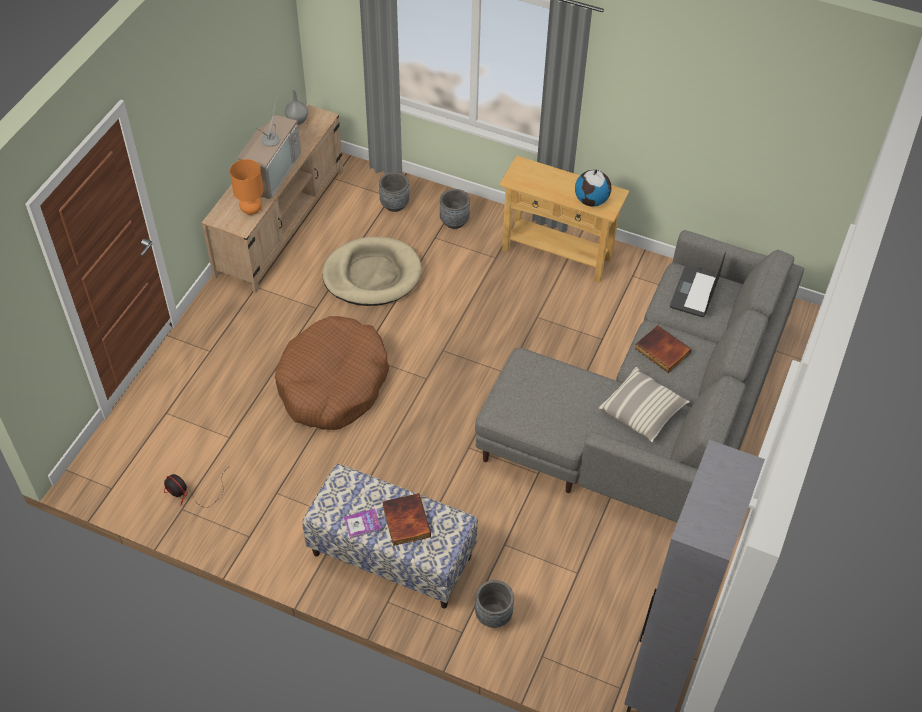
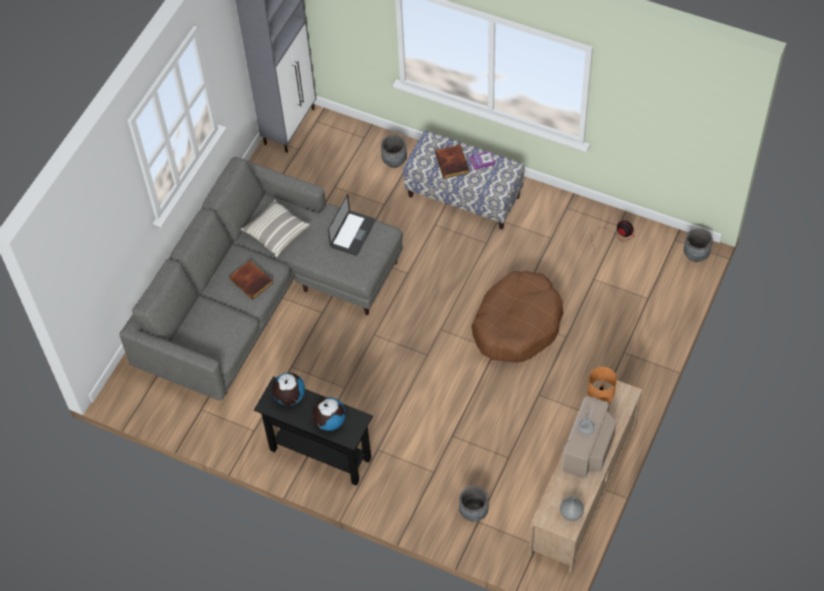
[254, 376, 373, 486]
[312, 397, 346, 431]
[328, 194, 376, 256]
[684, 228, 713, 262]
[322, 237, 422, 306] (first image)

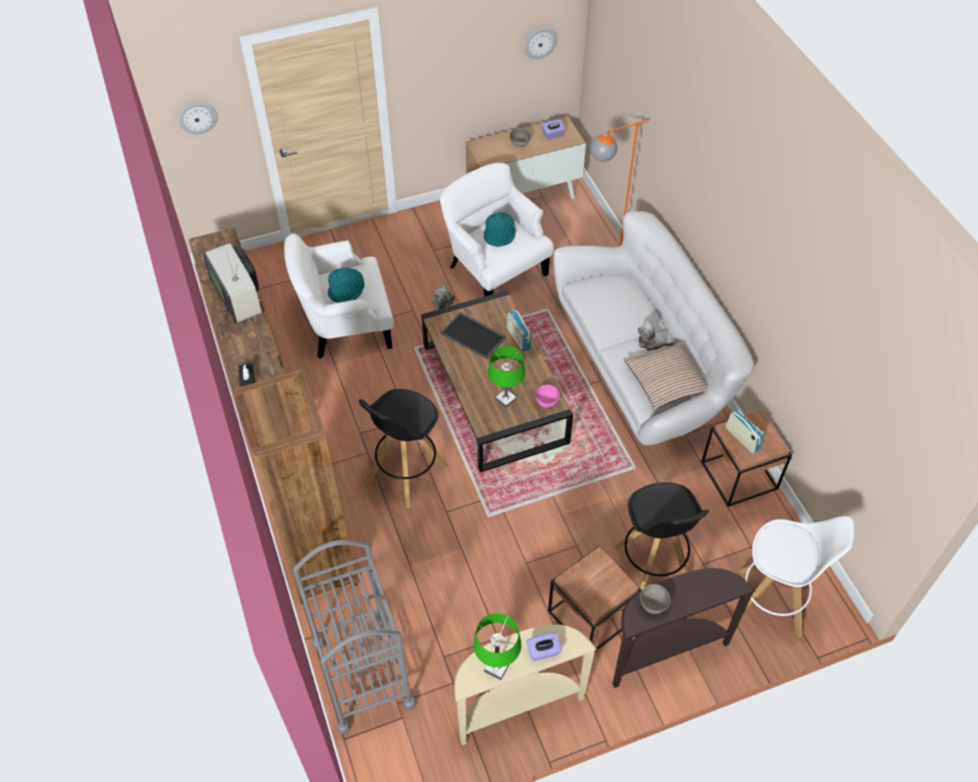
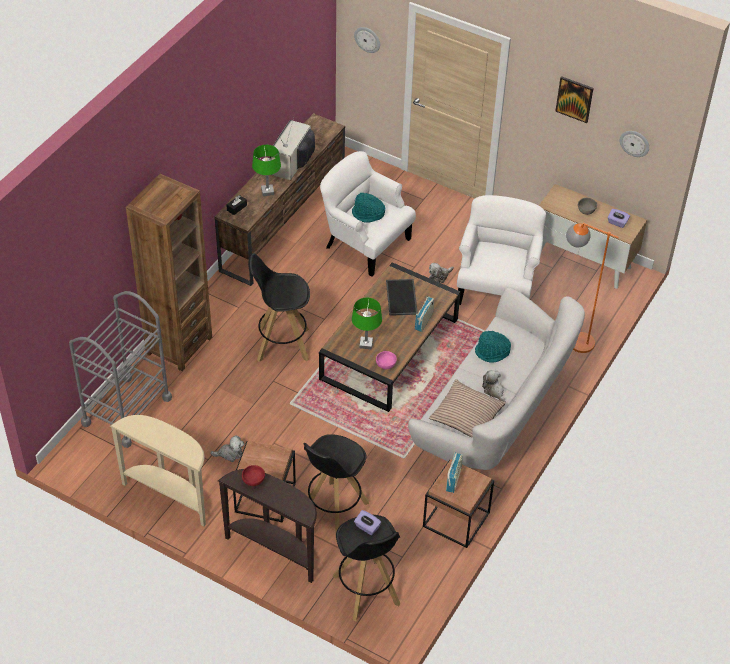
[210, 435, 244, 462]
[242, 465, 265, 486]
[252, 145, 281, 196]
[333, 515, 400, 621]
[354, 510, 381, 535]
[475, 331, 511, 363]
[555, 76, 593, 123]

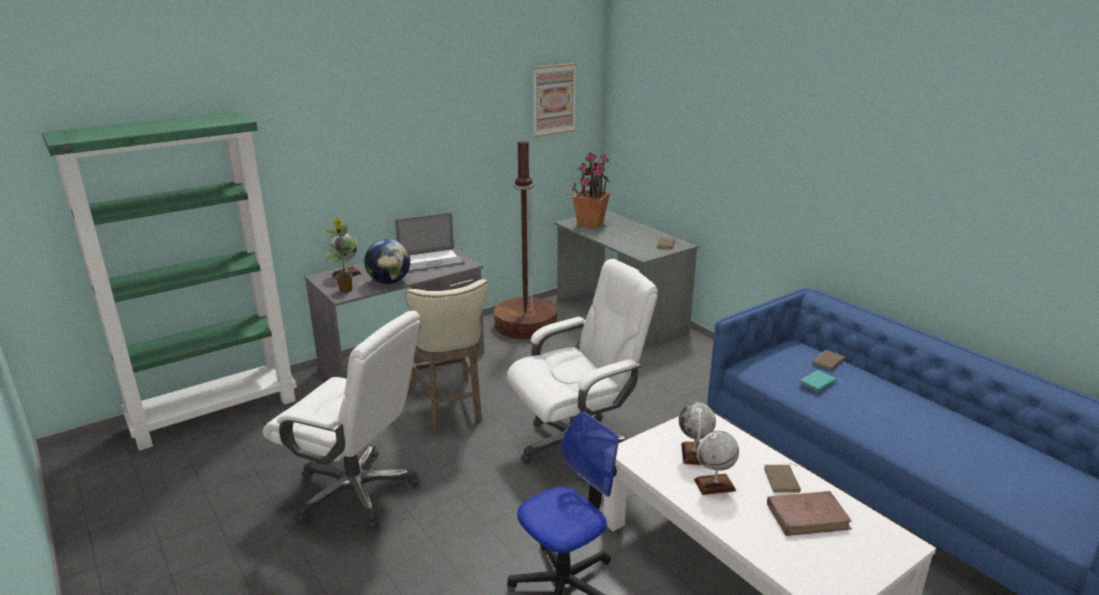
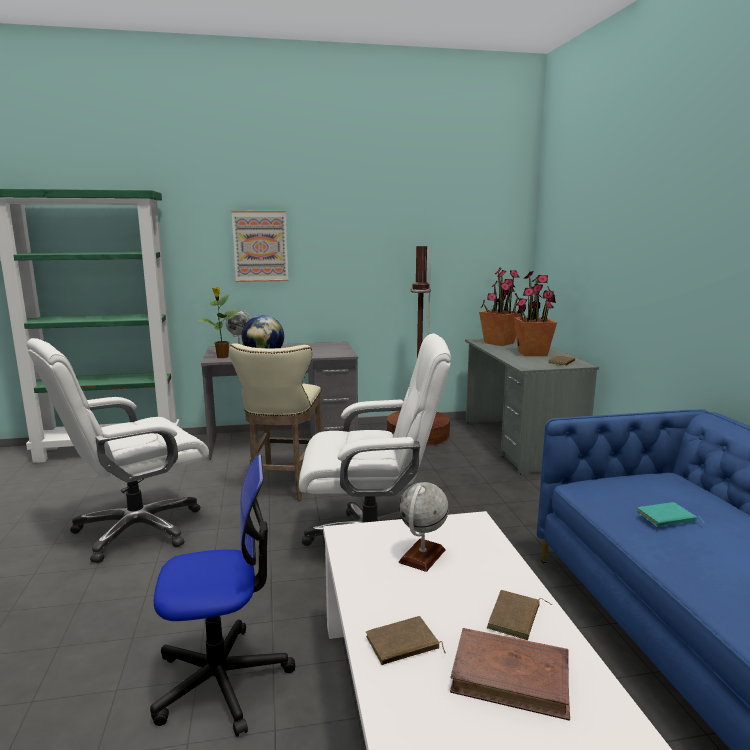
[27, 338, 209, 563]
[232, 211, 288, 282]
[366, 616, 446, 665]
[514, 271, 557, 356]
[395, 212, 465, 272] (first image)
[694, 431, 739, 495] (first image)

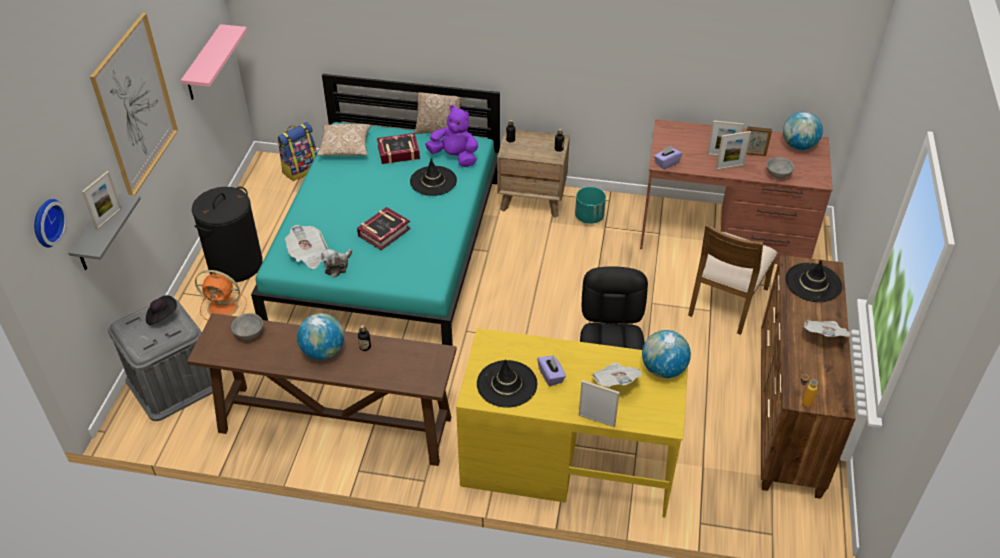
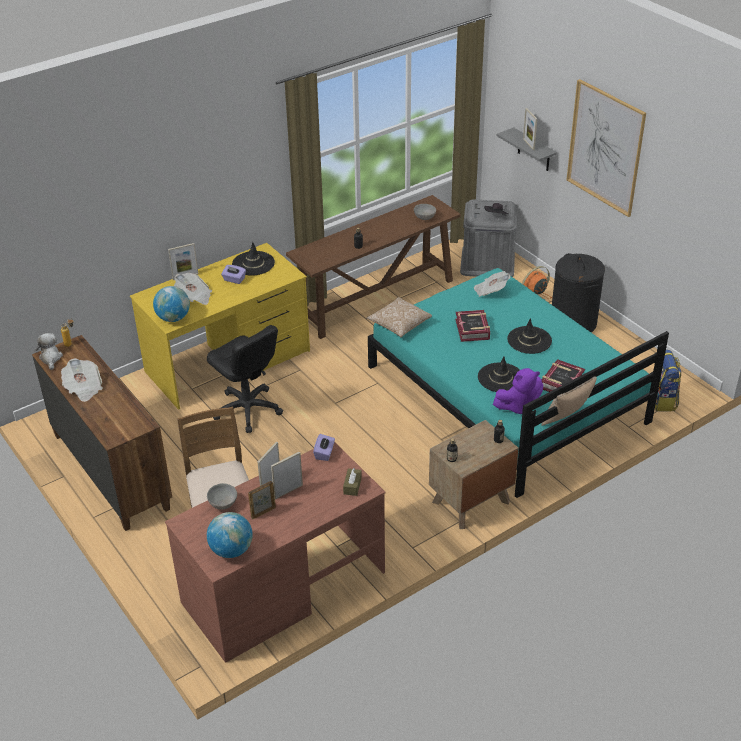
[35, 333, 63, 370]
[343, 468, 362, 496]
[366, 297, 432, 337]
[507, 318, 552, 354]
[34, 199, 67, 248] (first image)
[181, 24, 247, 100] (first image)
[297, 313, 344, 360] (first image)
[575, 187, 606, 224] (first image)

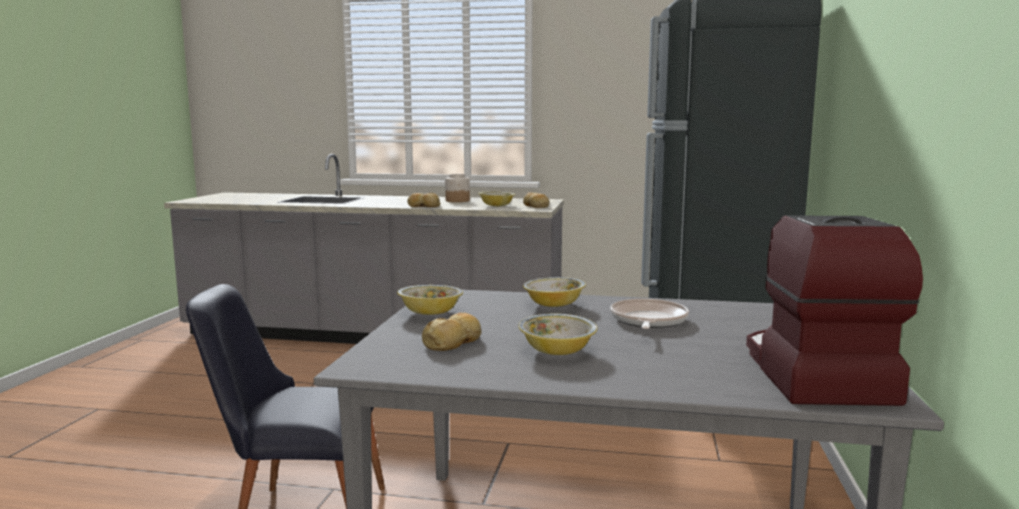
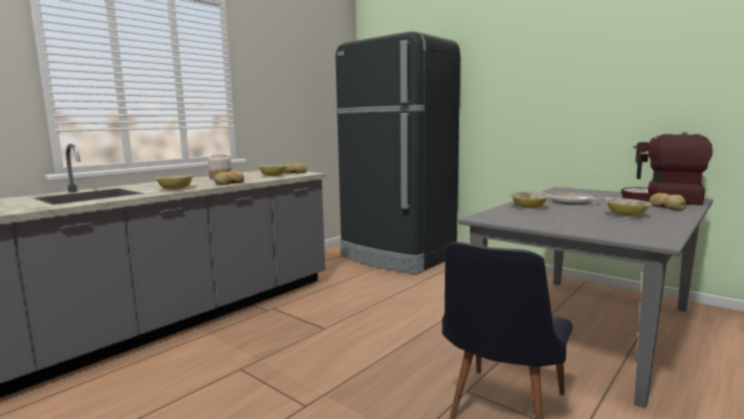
[154, 175, 194, 190]
[649, 193, 687, 210]

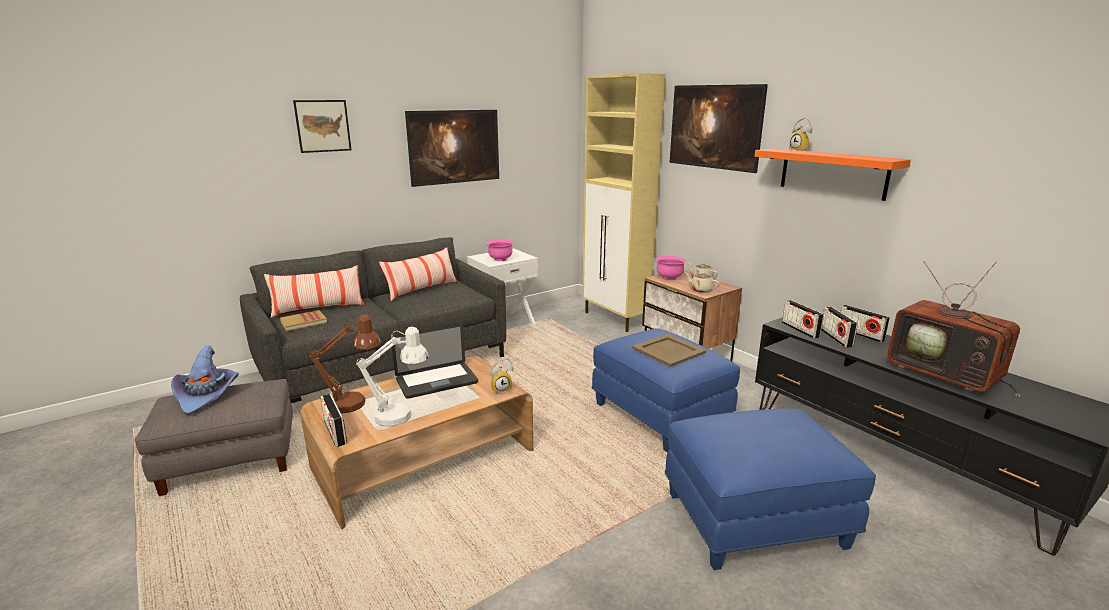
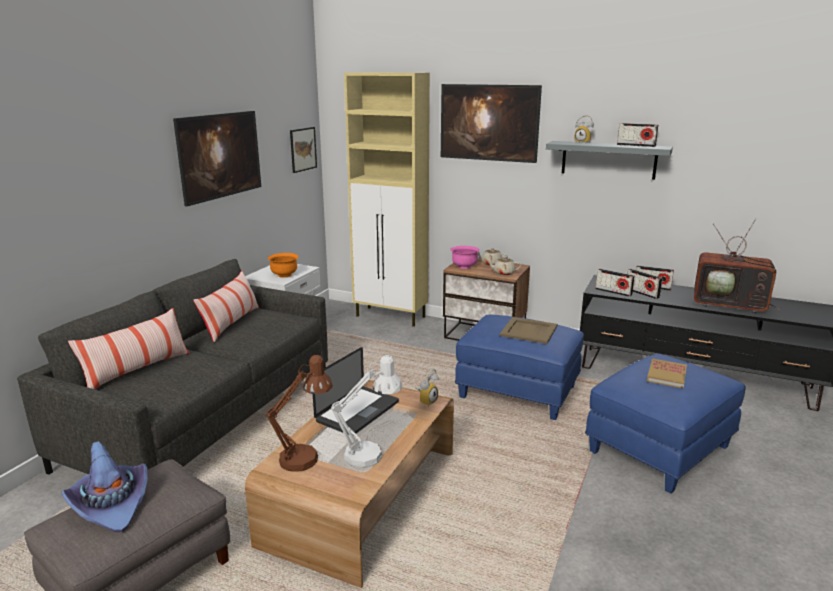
[268, 253, 299, 278]
[290, 127, 317, 173]
[546, 141, 673, 180]
[617, 123, 658, 147]
[647, 359, 687, 389]

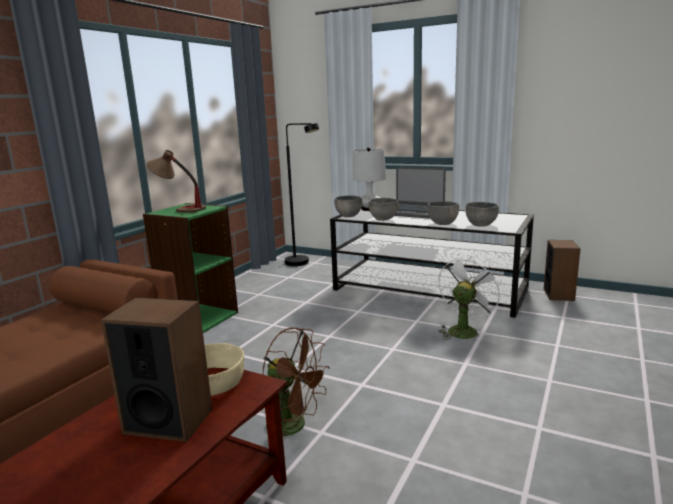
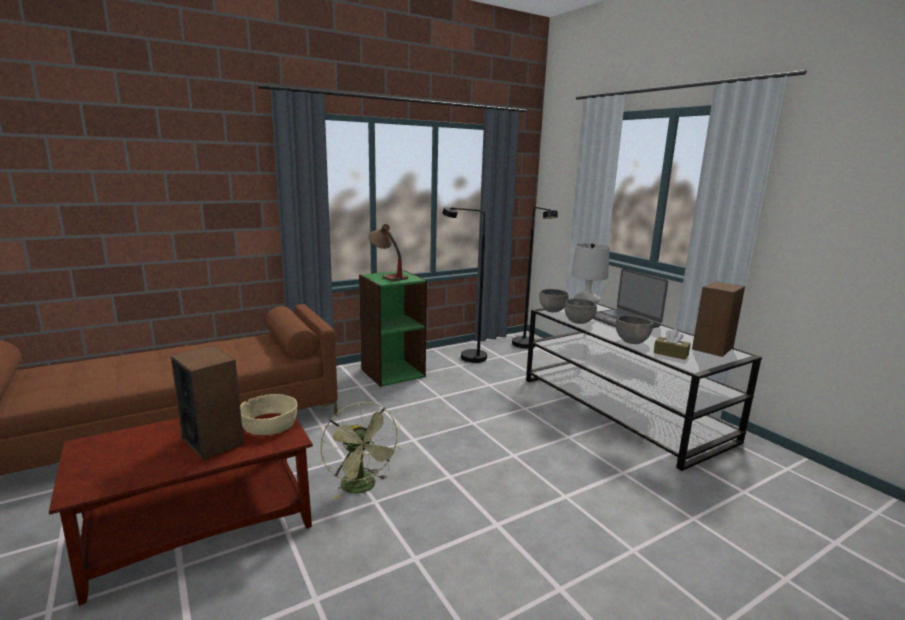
[321, 402, 401, 500]
[442, 207, 487, 363]
[654, 329, 691, 360]
[692, 281, 745, 357]
[438, 256, 502, 340] (first image)

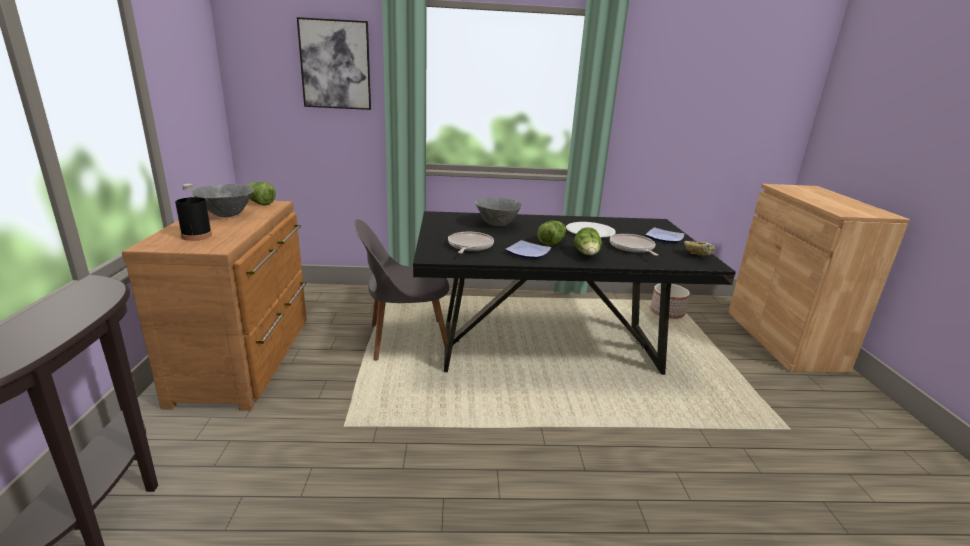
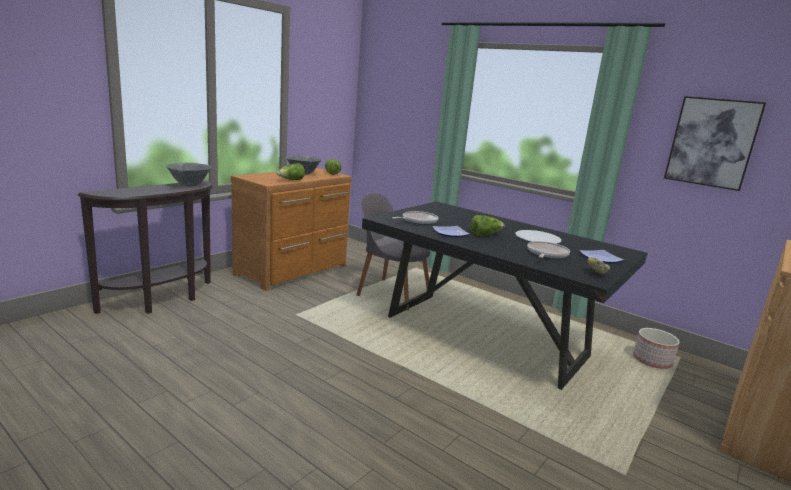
[166, 163, 212, 187]
[277, 163, 305, 180]
[664, 96, 766, 191]
[175, 184, 212, 241] (first image)

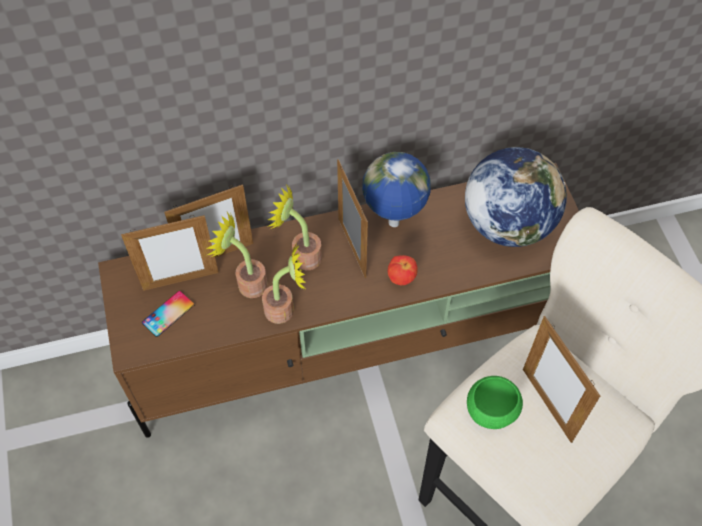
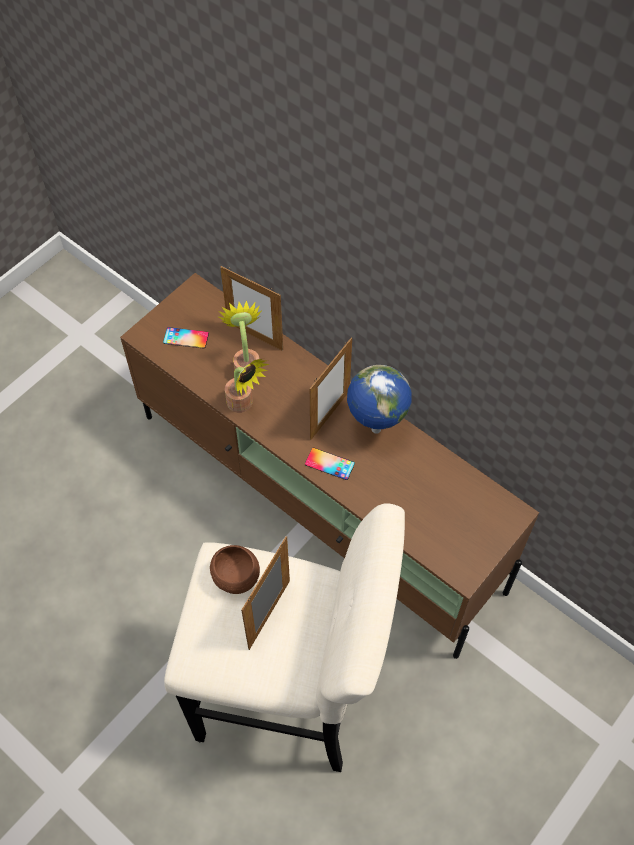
[210, 545, 260, 594]
[305, 447, 355, 480]
[121, 215, 219, 291] (first image)
[267, 184, 322, 270] (first image)
[465, 147, 567, 247] (first image)

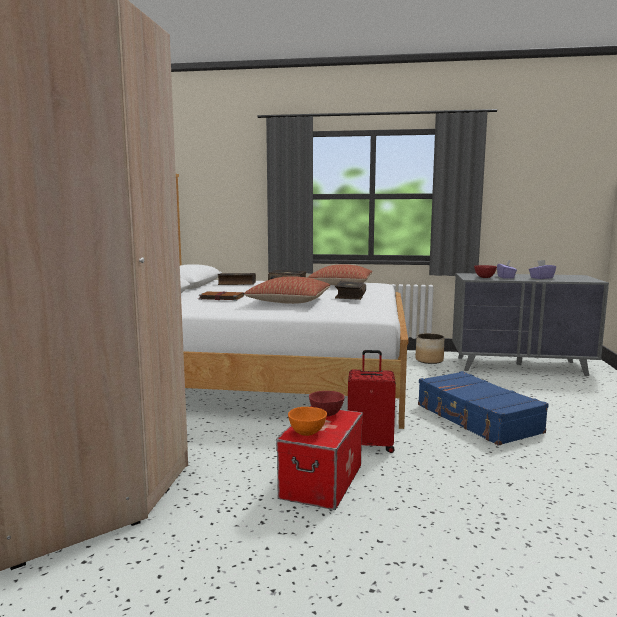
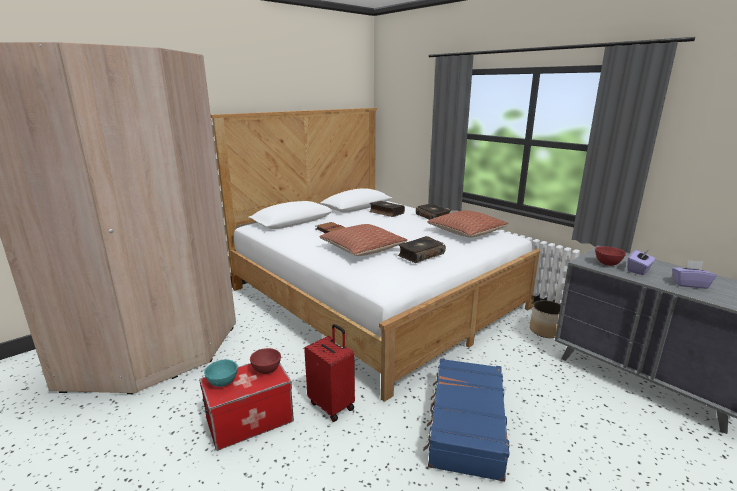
[204, 359, 238, 387]

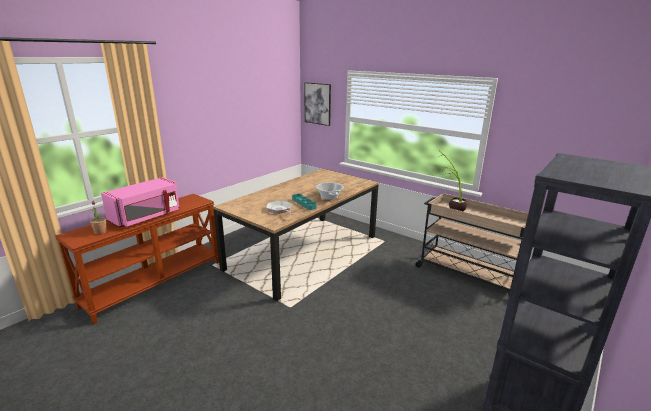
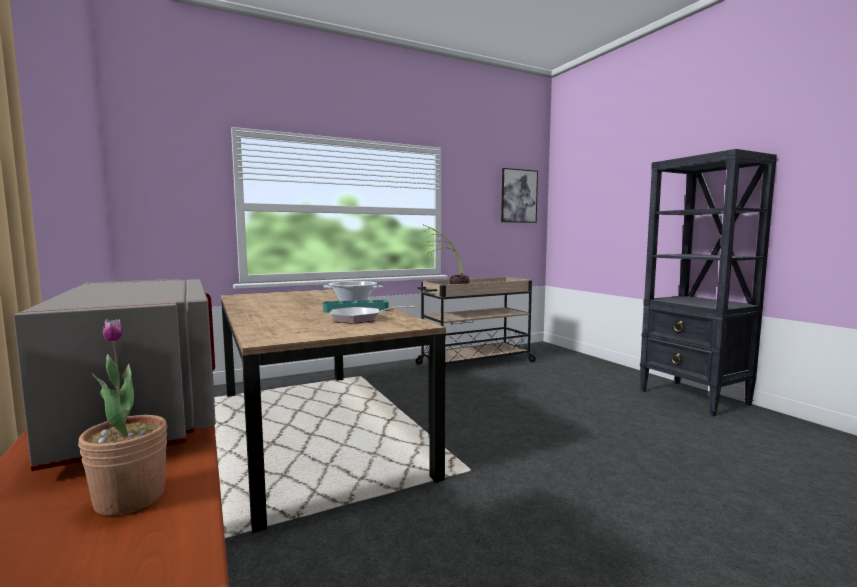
[13, 279, 216, 471]
[501, 168, 538, 223]

